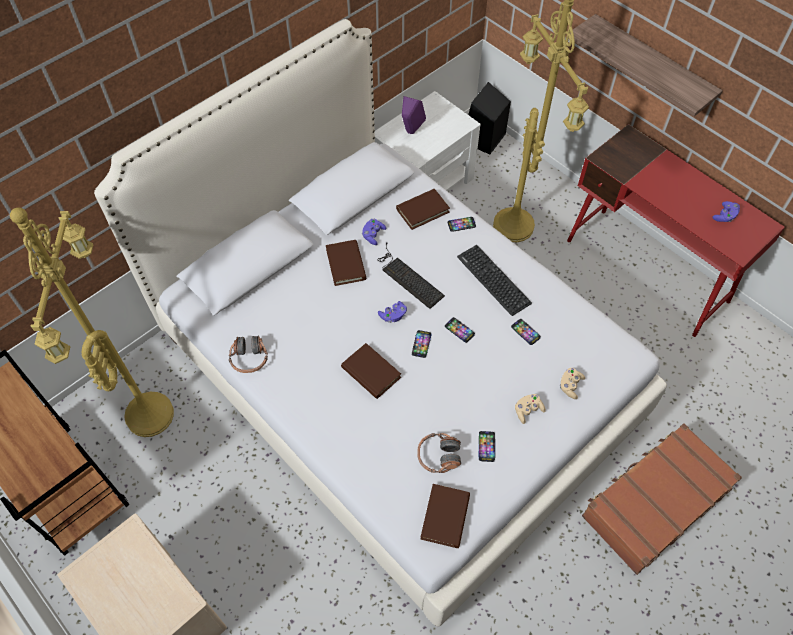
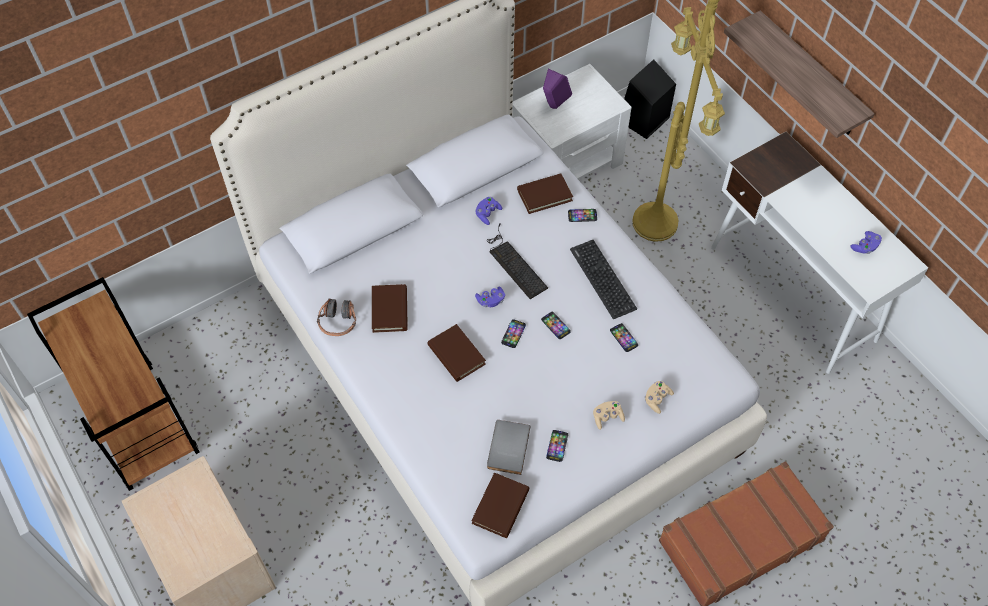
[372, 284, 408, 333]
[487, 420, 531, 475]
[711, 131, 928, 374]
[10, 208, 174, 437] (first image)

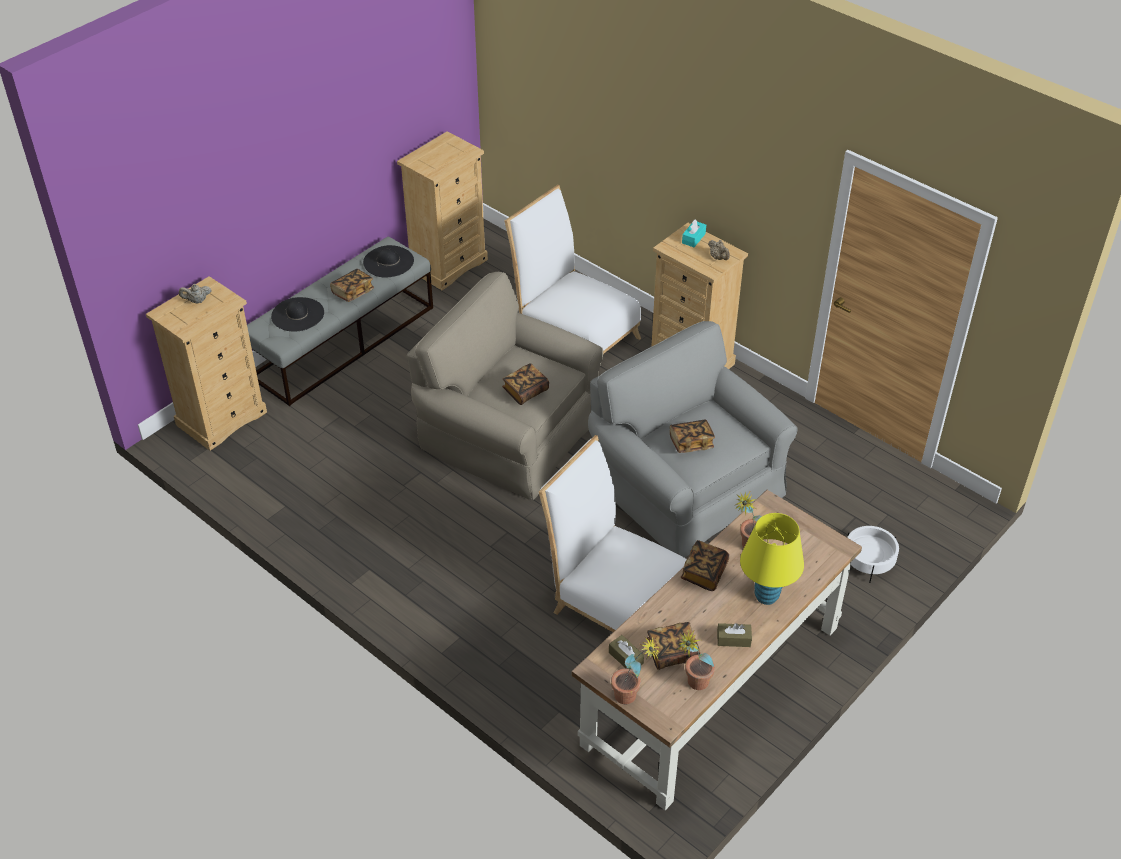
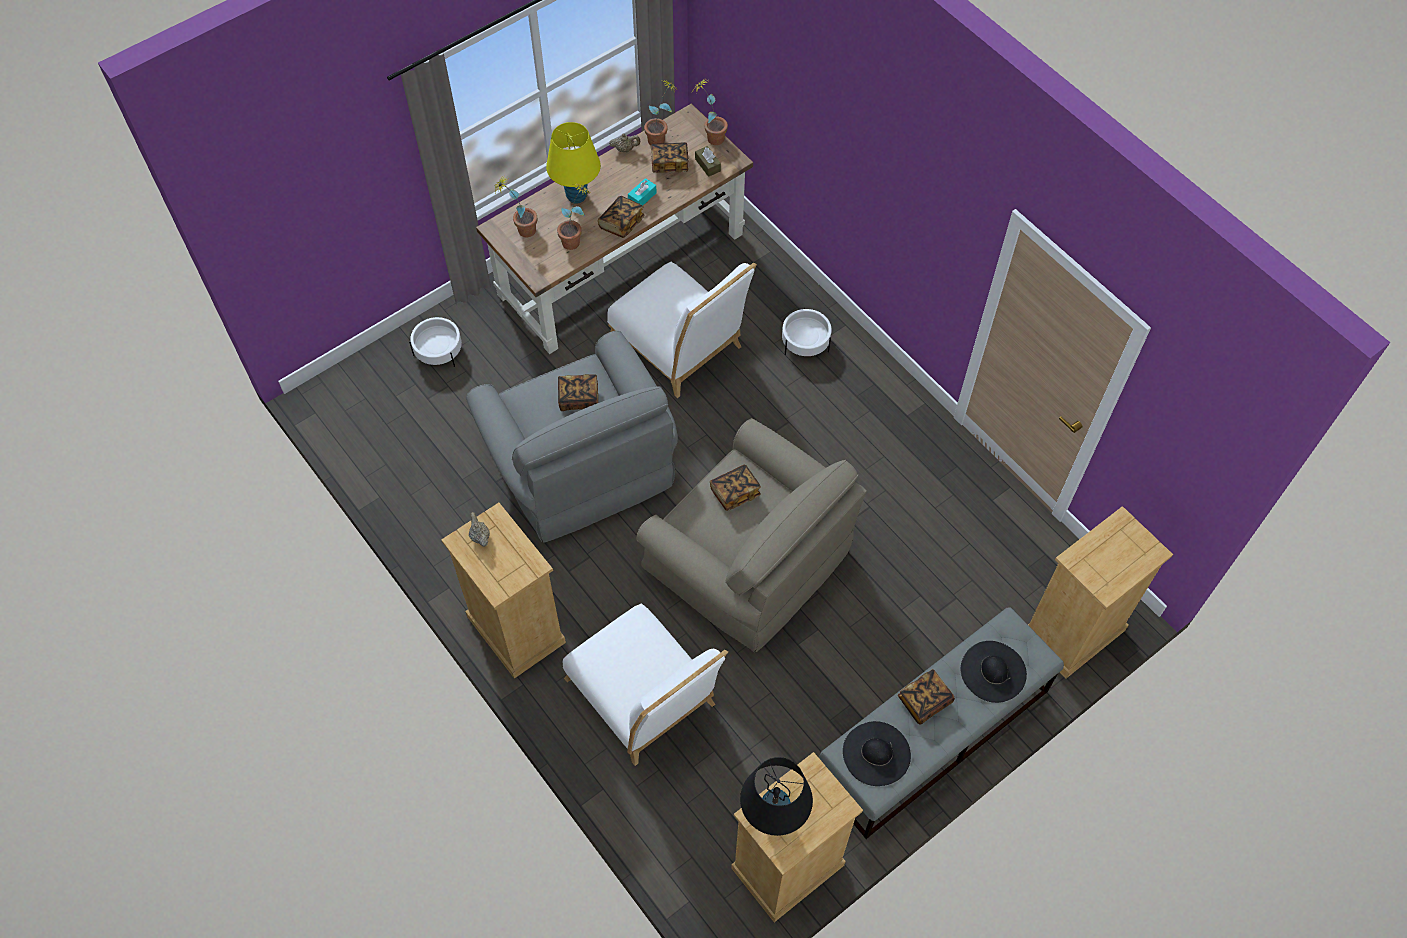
[494, 175, 537, 237]
[609, 133, 640, 152]
[628, 178, 657, 205]
[740, 757, 813, 836]
[782, 308, 832, 356]
[717, 623, 752, 647] (first image)

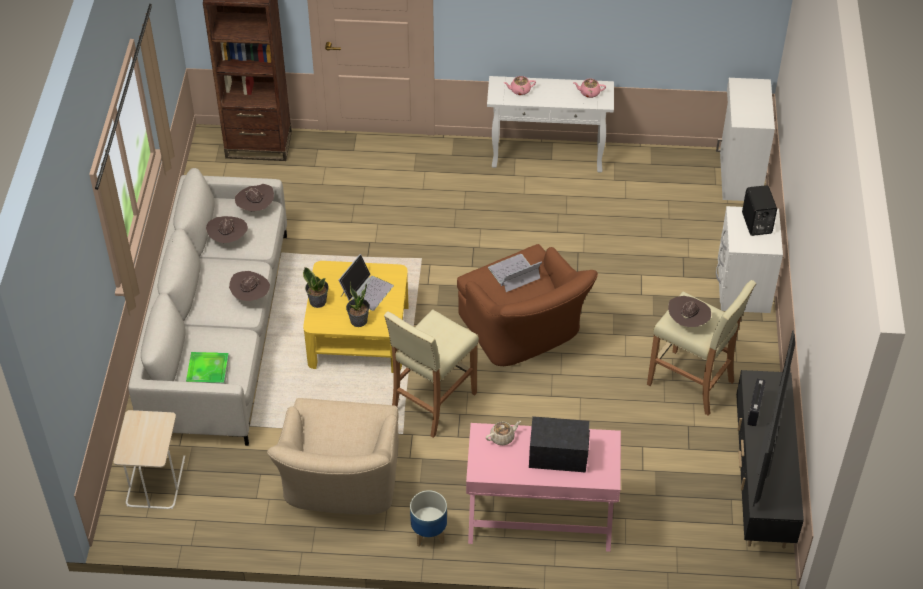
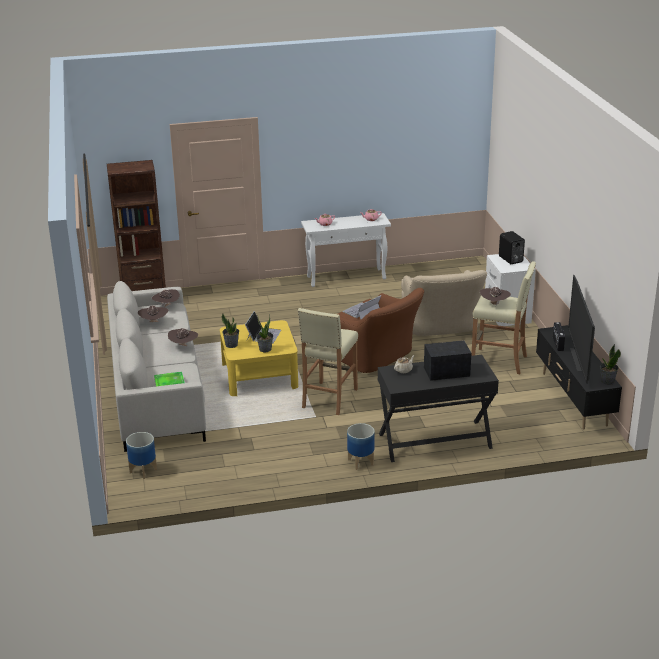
[126, 432, 157, 479]
[378, 355, 499, 462]
[401, 270, 487, 336]
[600, 344, 621, 385]
[716, 78, 775, 201] (first image)

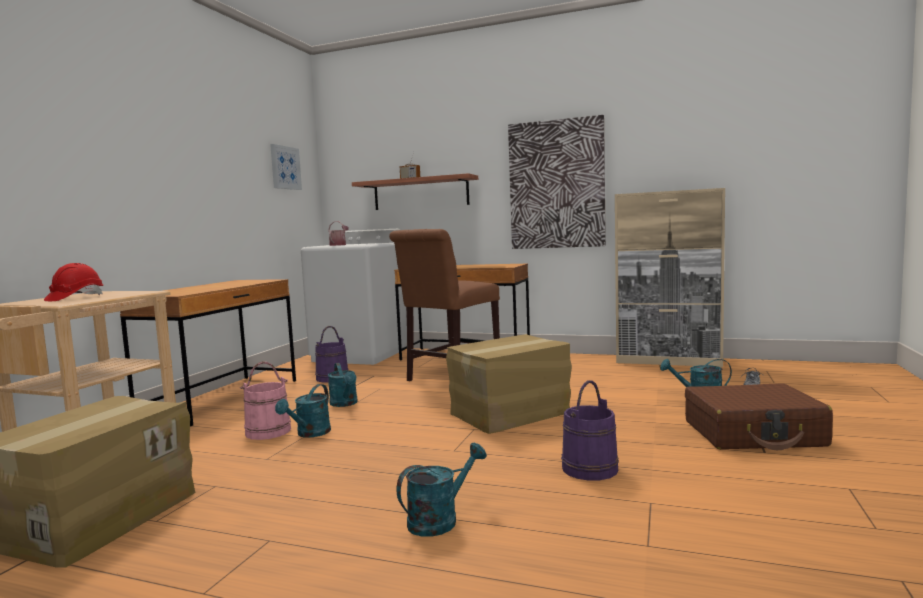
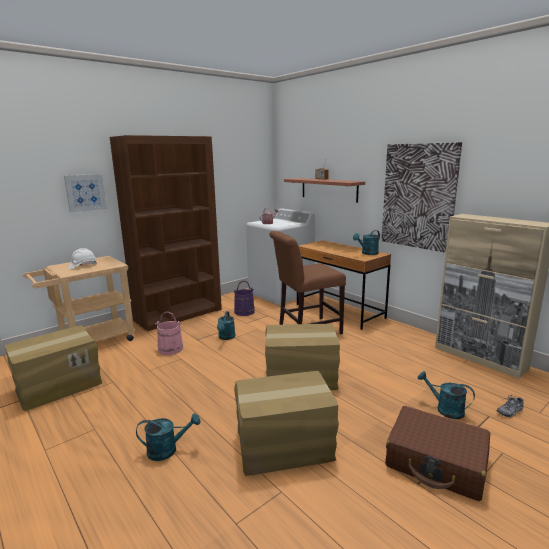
[64, 174, 107, 212]
[68, 248, 97, 269]
[110, 135, 222, 331]
[234, 371, 339, 476]
[353, 230, 380, 255]

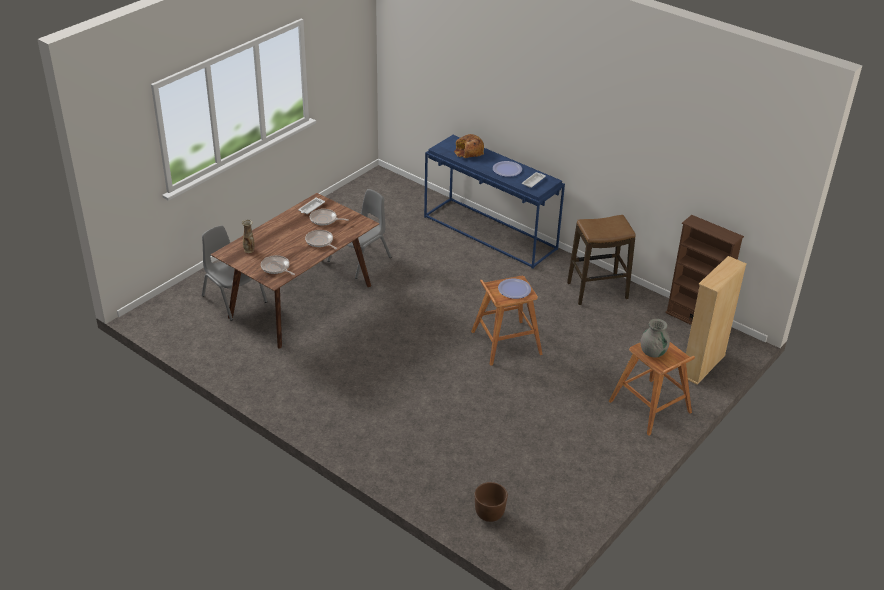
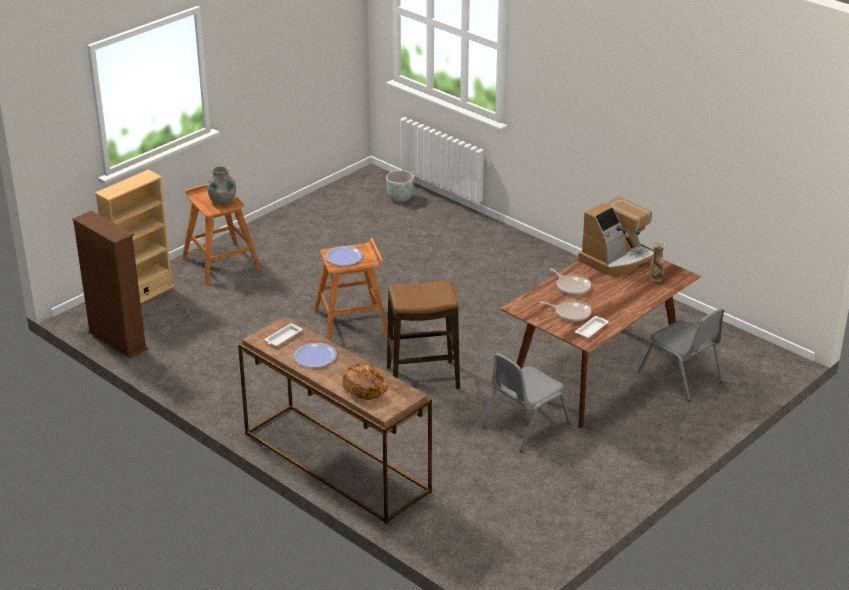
[238, 316, 432, 524]
[386, 170, 414, 202]
[387, 280, 460, 389]
[578, 196, 654, 275]

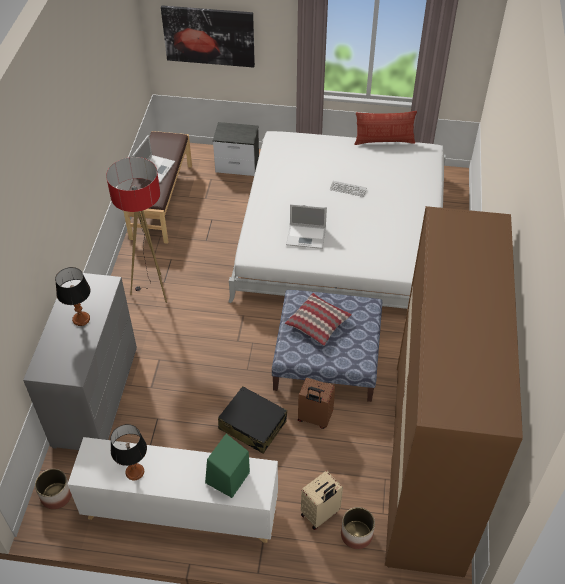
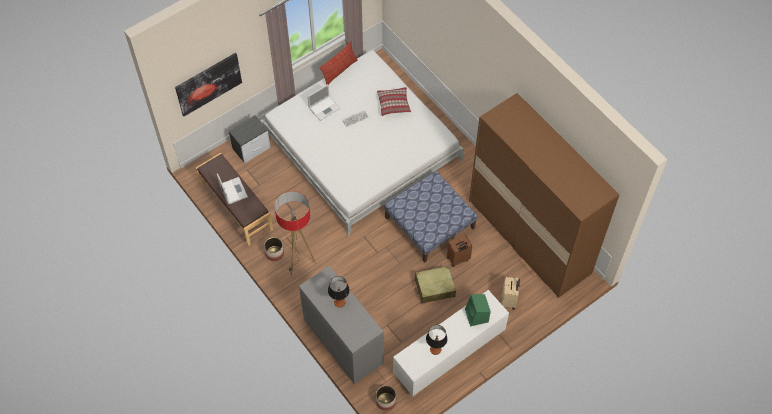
[264, 237, 284, 261]
[307, 84, 340, 121]
[377, 87, 411, 116]
[415, 266, 456, 304]

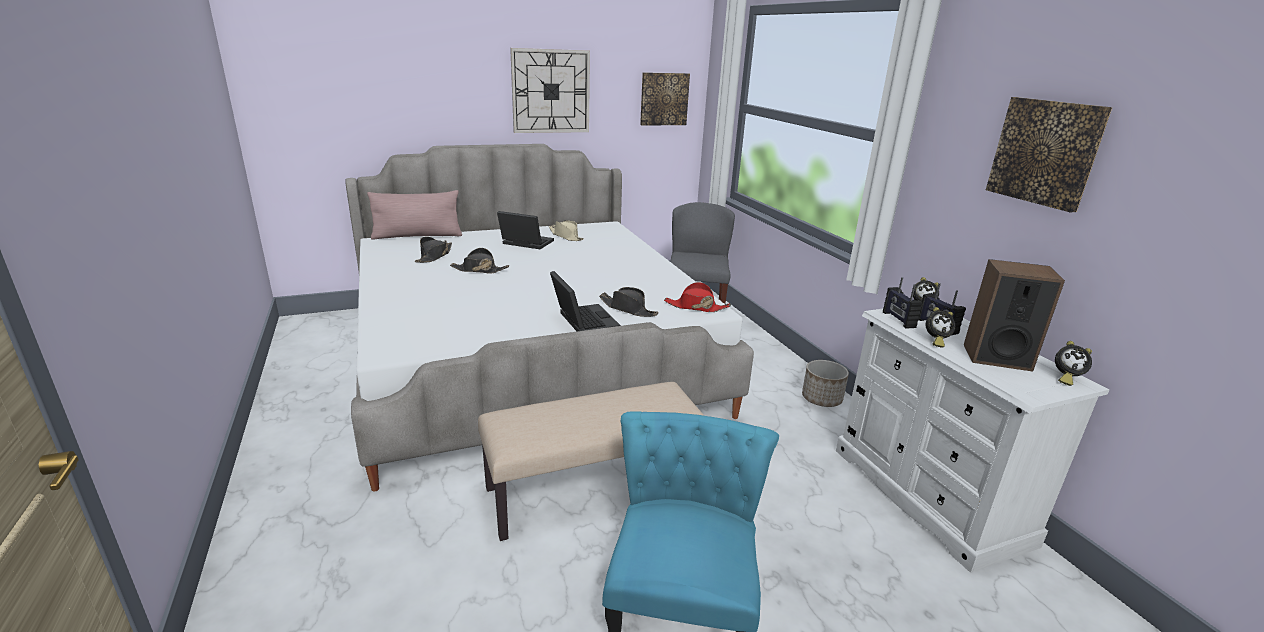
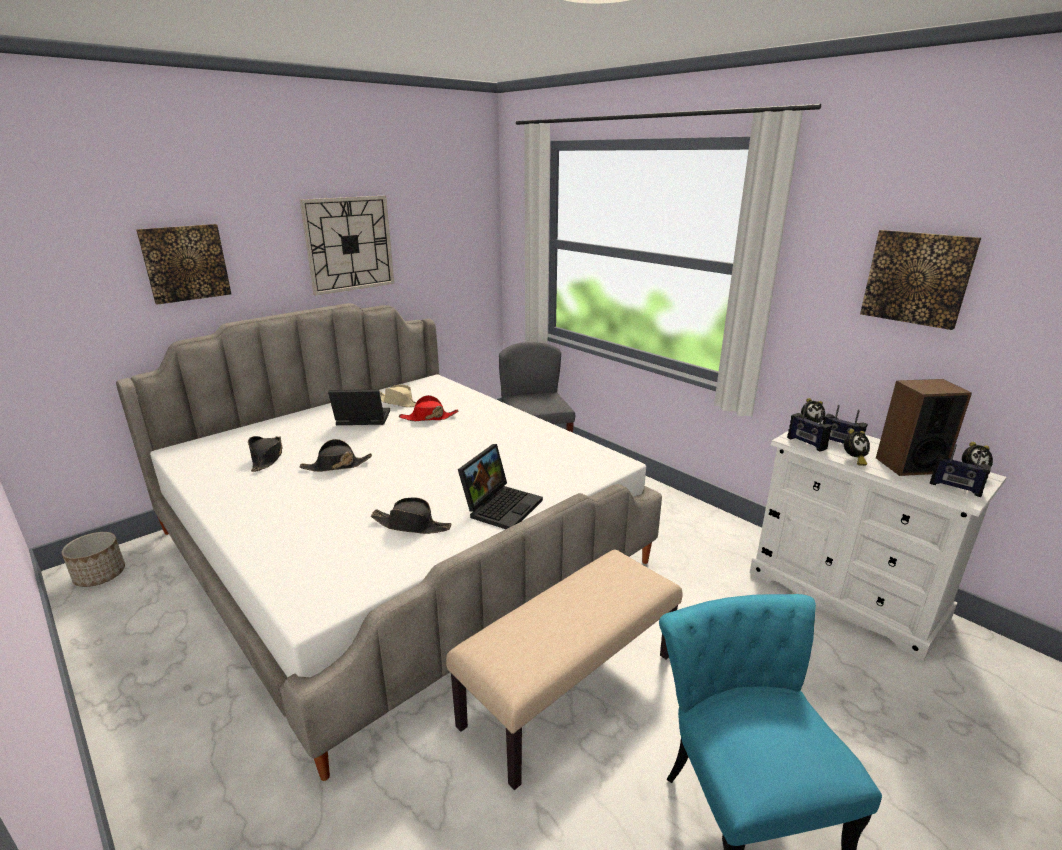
[61, 532, 125, 587]
[136, 224, 231, 305]
[371, 497, 452, 534]
[399, 395, 458, 421]
[458, 444, 543, 529]
[930, 444, 991, 497]
[367, 190, 462, 239] (first image)

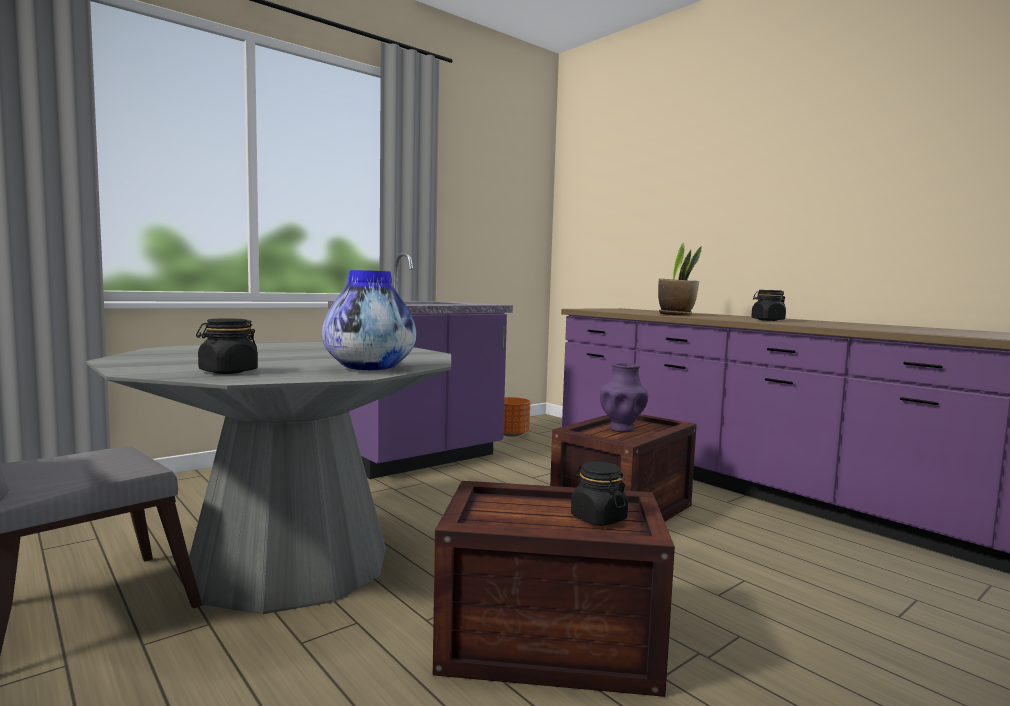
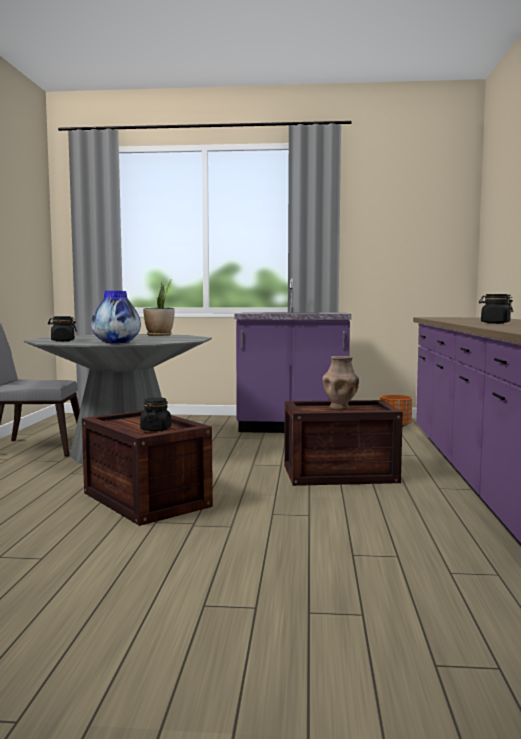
[143, 279, 175, 336]
[323, 356, 359, 410]

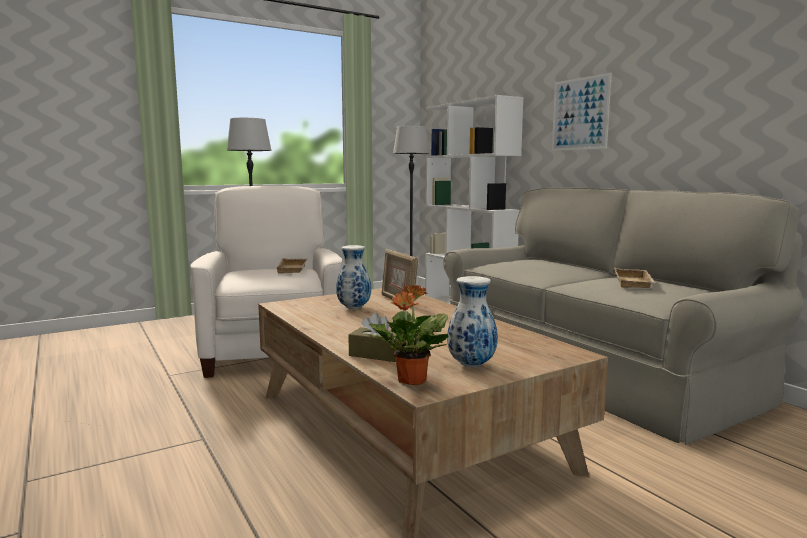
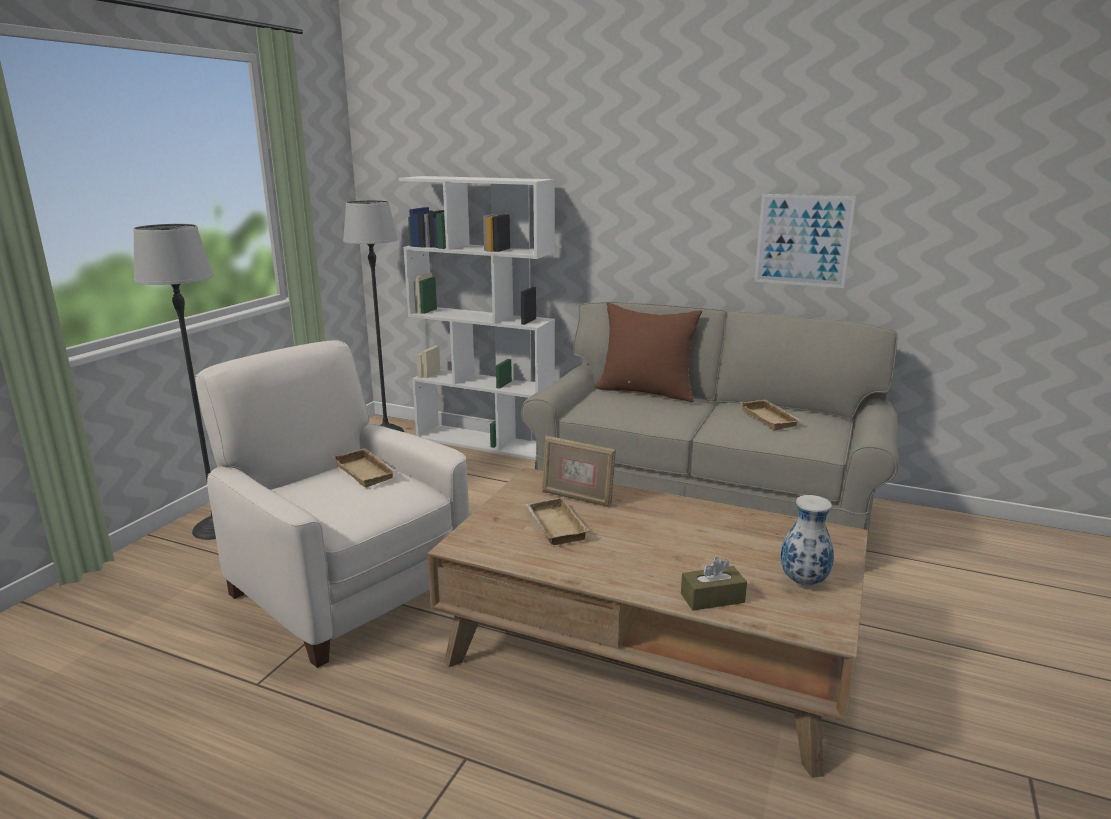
[525, 497, 589, 545]
[595, 302, 702, 402]
[754, 194, 856, 288]
[369, 285, 449, 385] (first image)

